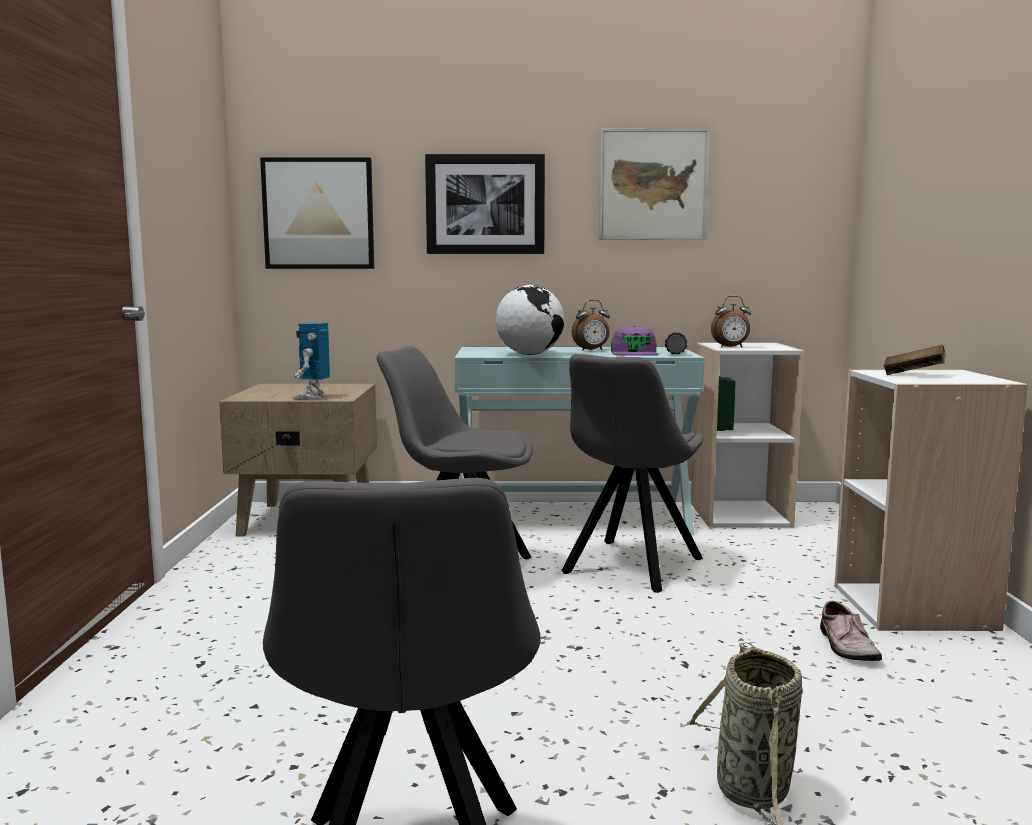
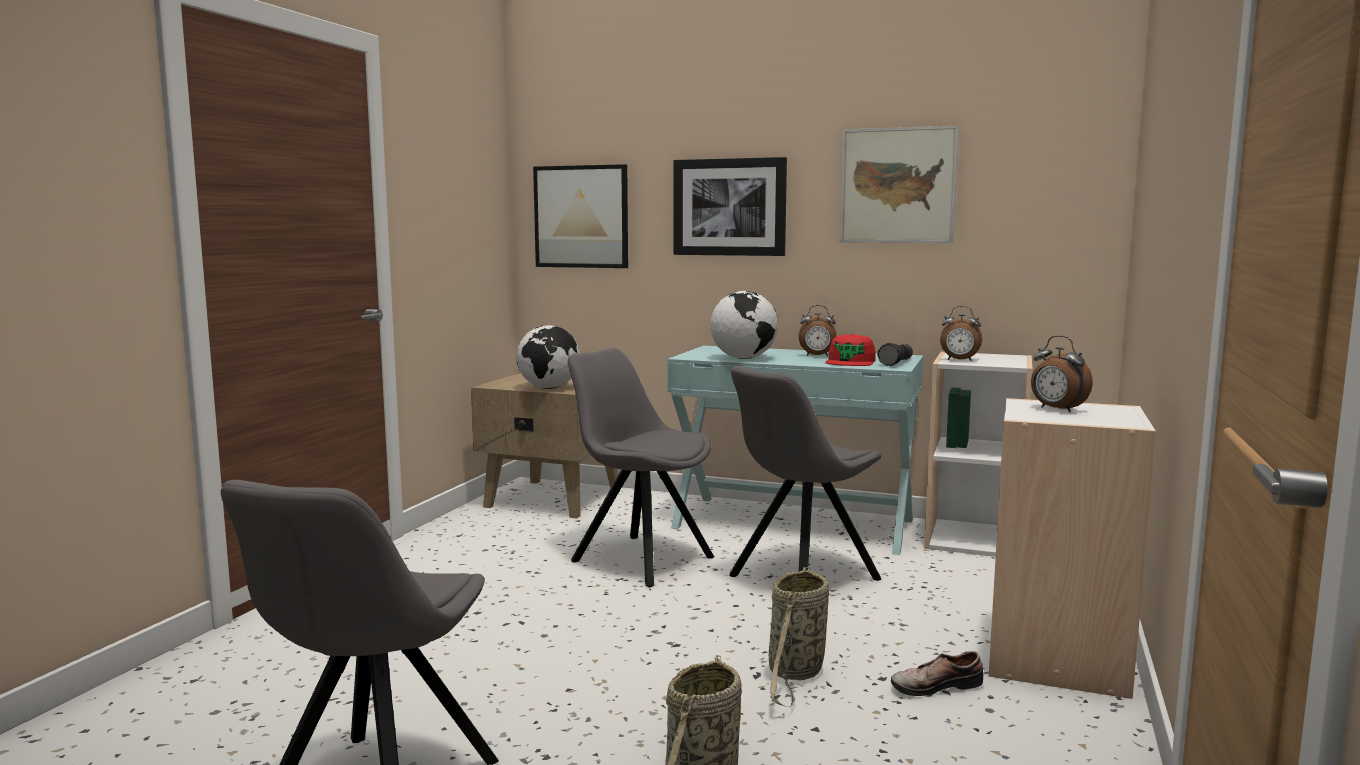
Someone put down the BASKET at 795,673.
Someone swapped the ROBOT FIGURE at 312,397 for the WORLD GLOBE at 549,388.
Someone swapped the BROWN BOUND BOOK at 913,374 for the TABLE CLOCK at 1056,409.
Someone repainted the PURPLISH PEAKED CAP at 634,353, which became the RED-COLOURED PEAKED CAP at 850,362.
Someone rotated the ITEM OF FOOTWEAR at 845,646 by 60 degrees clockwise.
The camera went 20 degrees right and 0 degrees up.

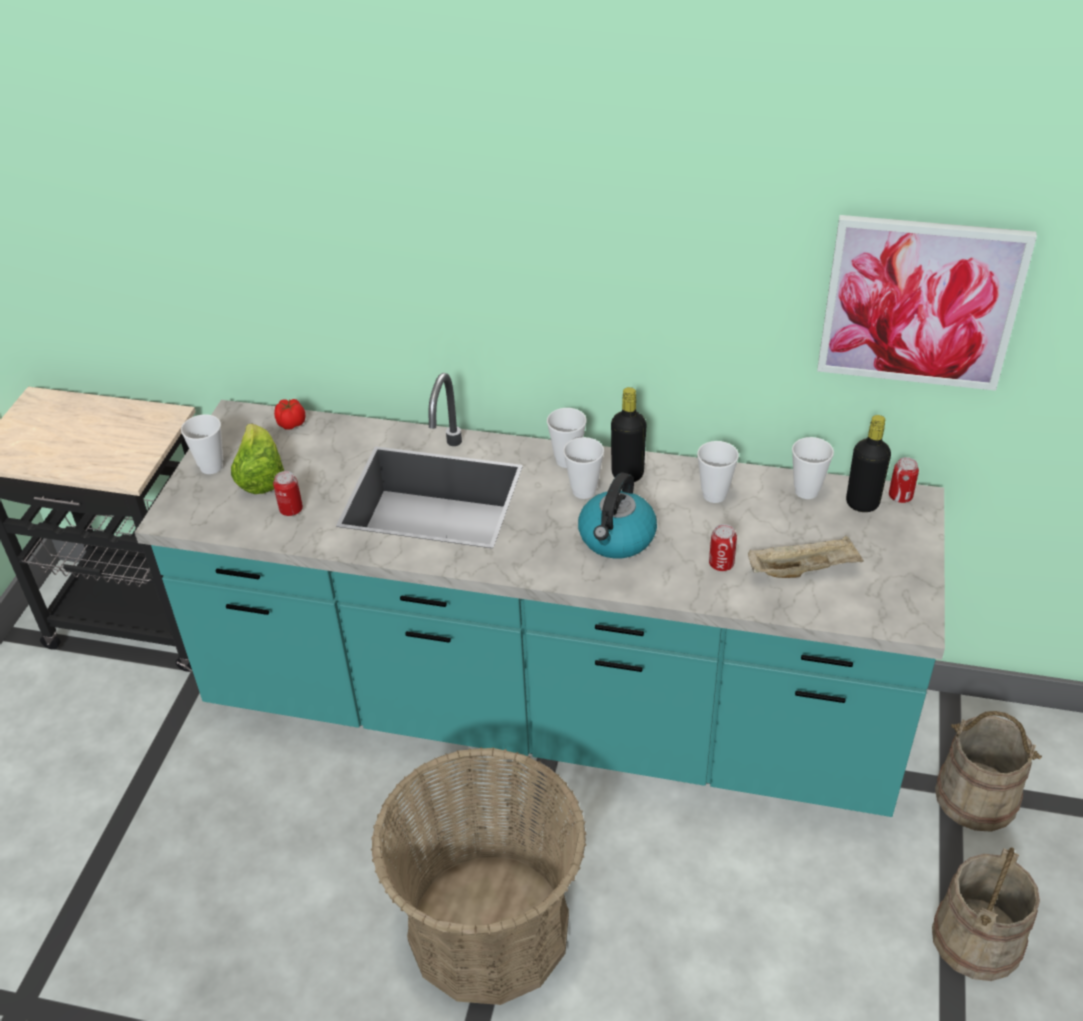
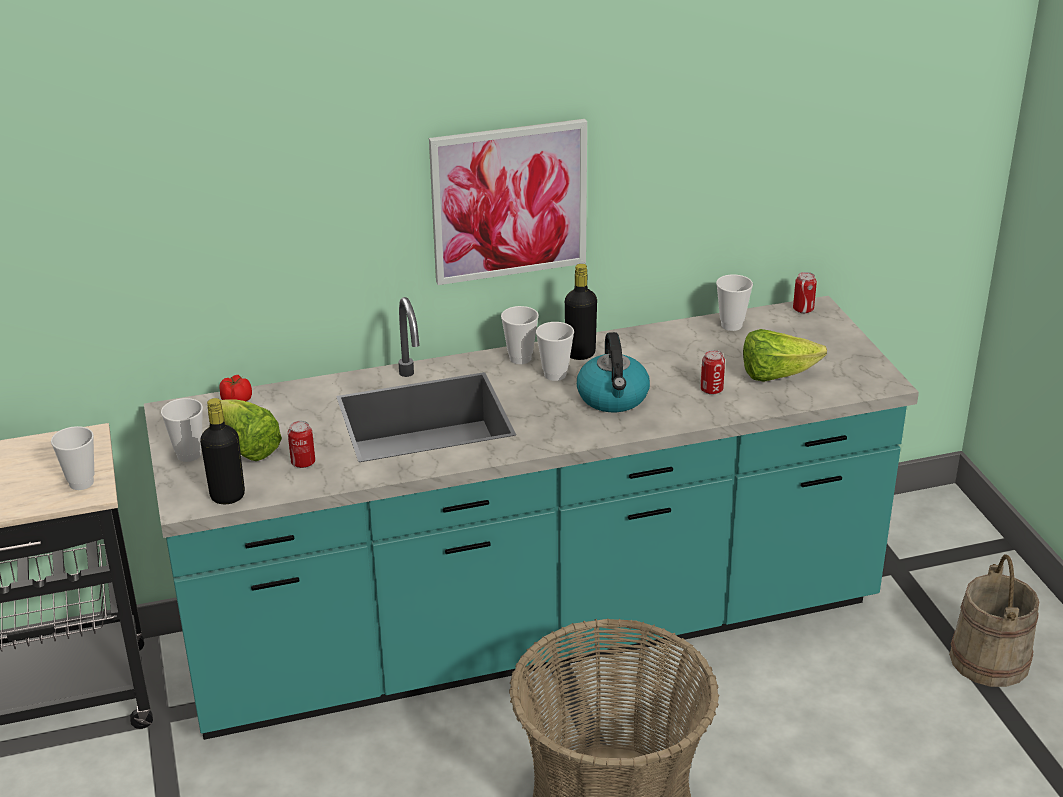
Someone took away the BEIGE-COLOURED BUCKET at 976,796.
Someone carried the CUP from 714,495 to 81,483.
Someone carried the WALL PICTURE from 920,303 to 509,201.
Someone carried the BLACKISH BOTTLE from 862,503 to 227,496.
Someone swapped the BEIGE-COLOURED TRAY at 803,570 for the LETTUCE HEAD at 776,375.
The camera went 30 degrees left and 10 degrees down.

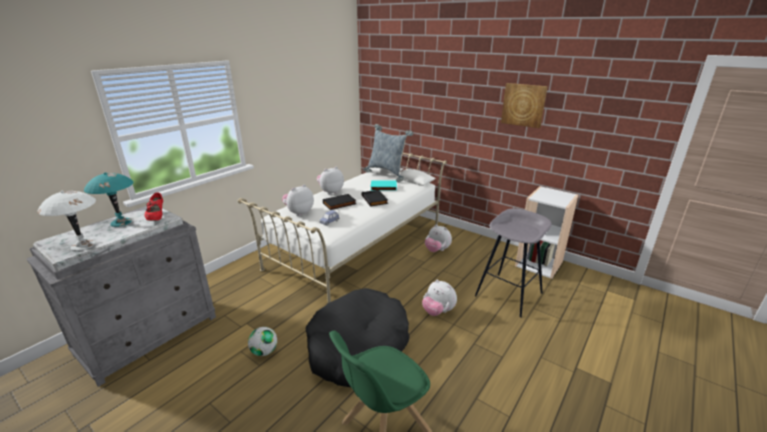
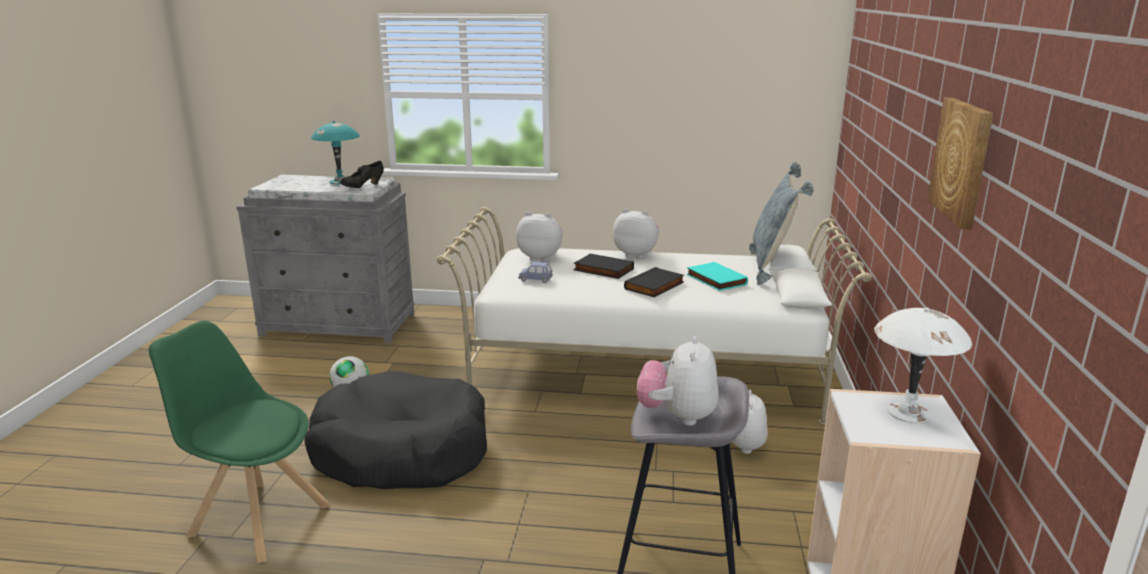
Someone carried the WHITE-COLOURED TABLE LAMP from 83,245 to 909,413.
Someone carried the SOFT TOY from 438,311 to 677,416.
Someone repainted the RED-COLOURED ITEM OF FOOTWEAR at 157,217, which became the BLACKISH ITEM OF FOOTWEAR at 363,186.
The camera went 60 degrees right and 5 degrees down.

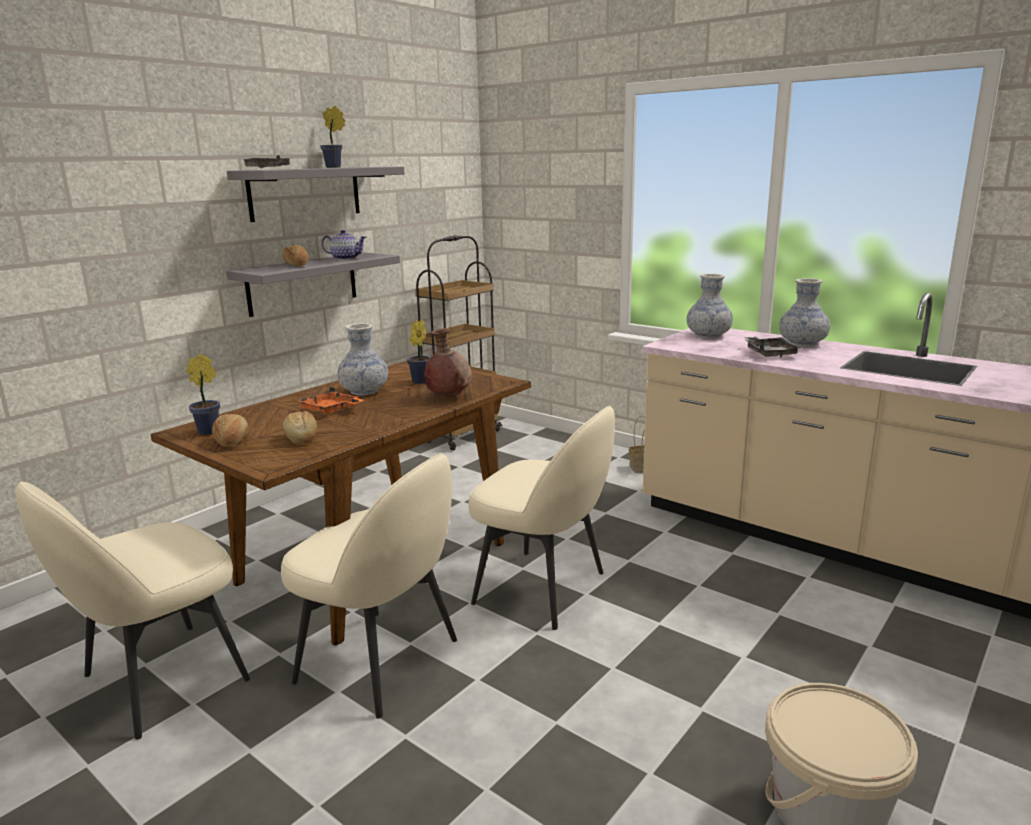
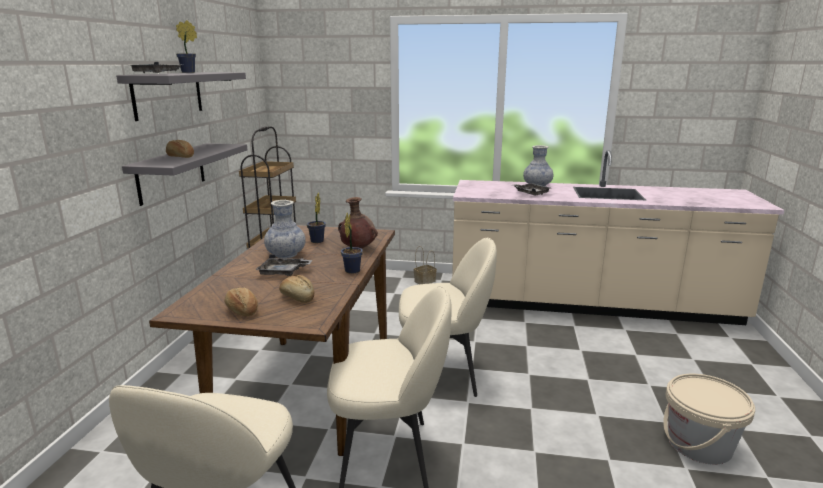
Someone took away the POT FOR TEA at 345,258.
Someone took away the DECORATIVE VASE at 708,336.
Someone carried the PLANT IN A POT from 211,431 to 353,270.
Someone repainted the ORANGE-COLOURED TRAY at 330,410, which became the GRAY TRAY at 283,272.
The camera went 30 degrees left and 0 degrees up.

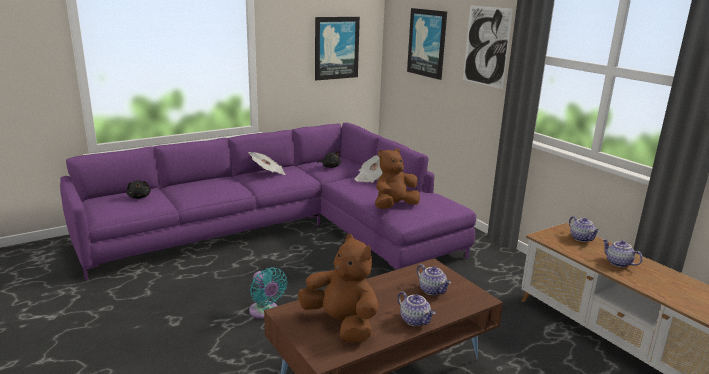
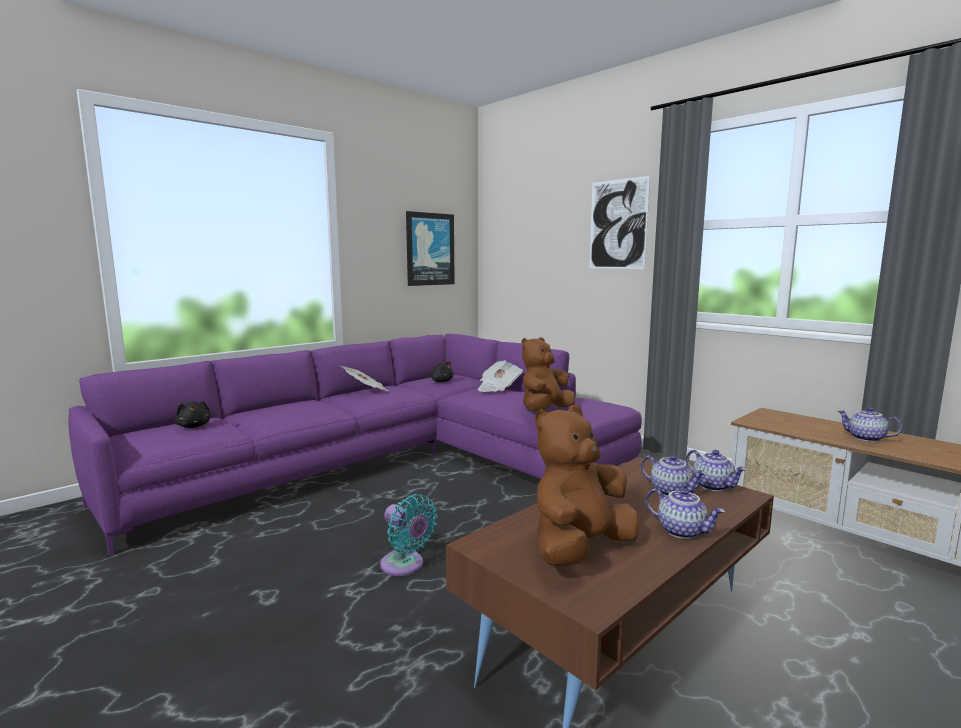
Someone took away the WALL PICTURE at 427,43.
Someone carried the POT FOR TEA from 582,238 to 713,486.
Someone rotated the BROWN SOFT TOY at 341,324 by 75 degrees counterclockwise.
The camera went 10 degrees left and 10 degrees down.

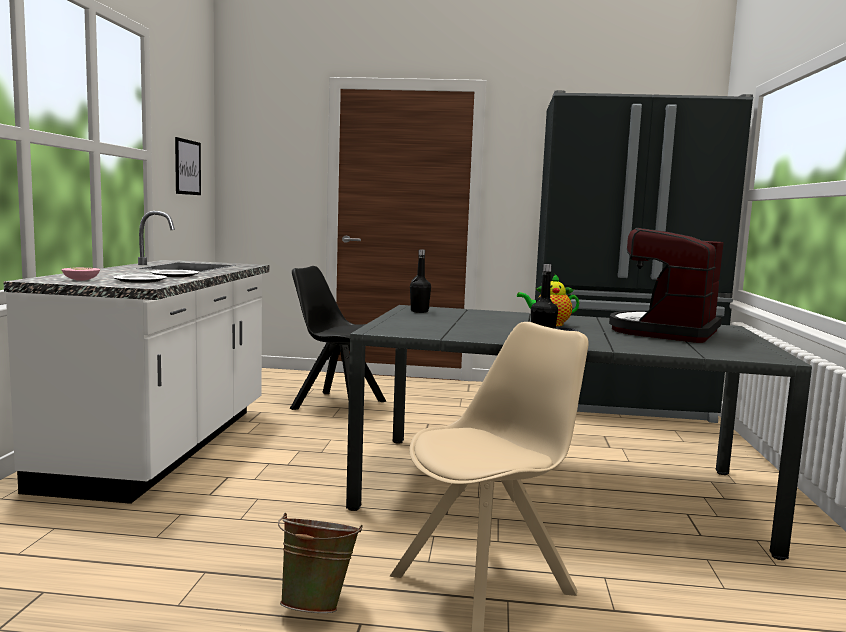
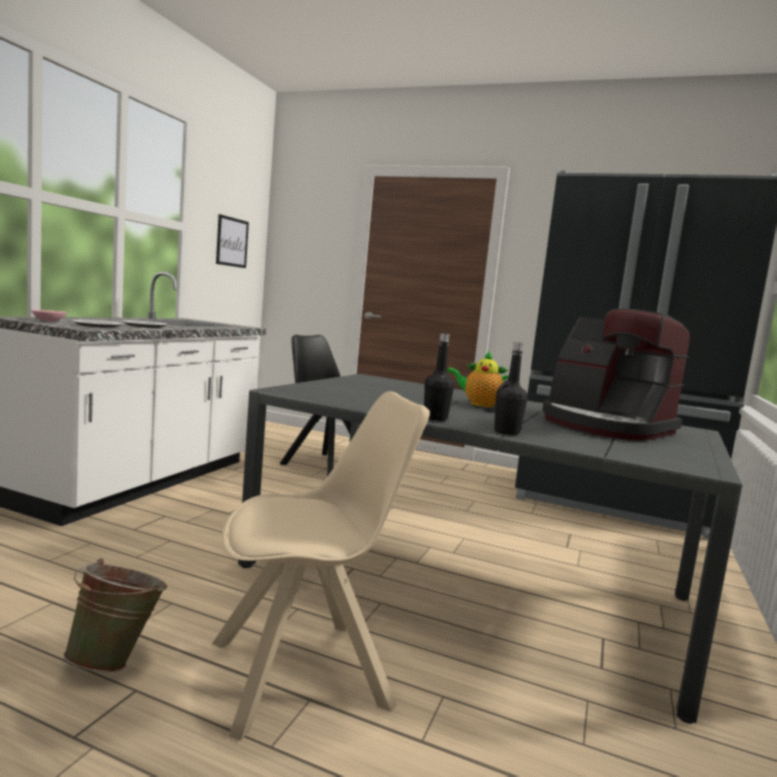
Someone carried the BLACKISH BOTTLE from 419,311 to 506,432.
Someone rotated the COFFEE MACHINE at 665,332 by 90 degrees counterclockwise.
The camera went 15 degrees right and 0 degrees up.

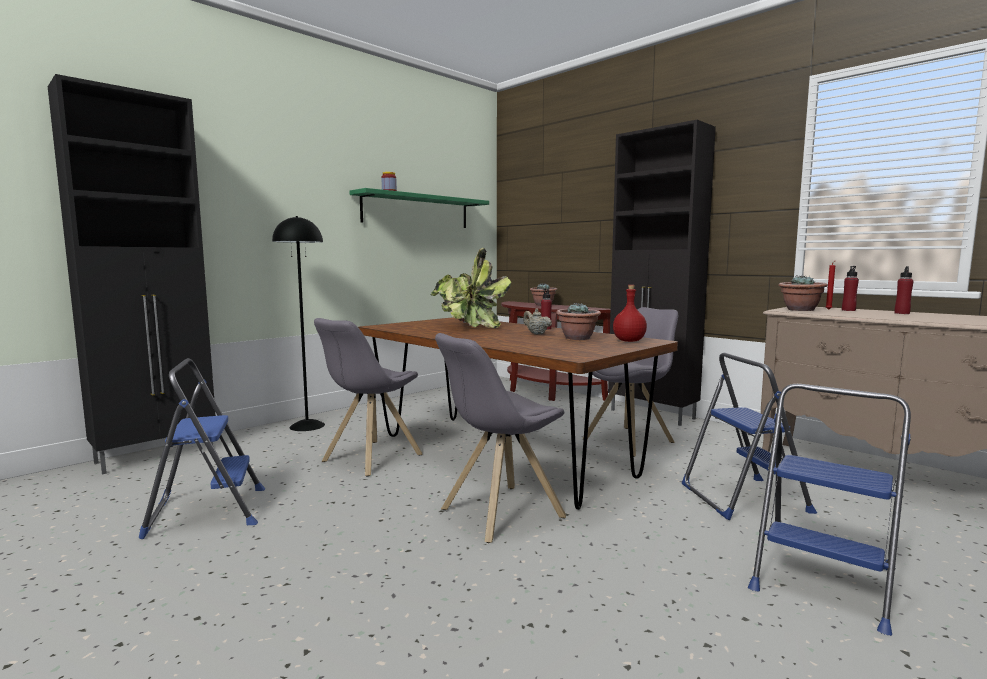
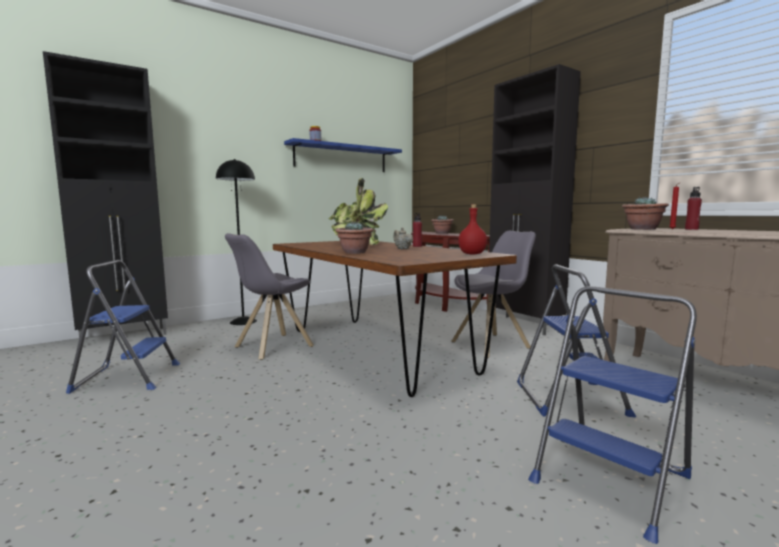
Someone took away the GRAY PLAIN CHAIR at 500,512.
Someone took away the RED-COLOURED BOTTLE at 902,313.
Someone carried the PLANT IN A POT from 578,338 to 355,252.
Someone repainted the GREEN BRACKET SHELF at 417,211, which became the BLUE BRACKET SHELF at 341,158.
The camera went 10 degrees right and 0 degrees up.

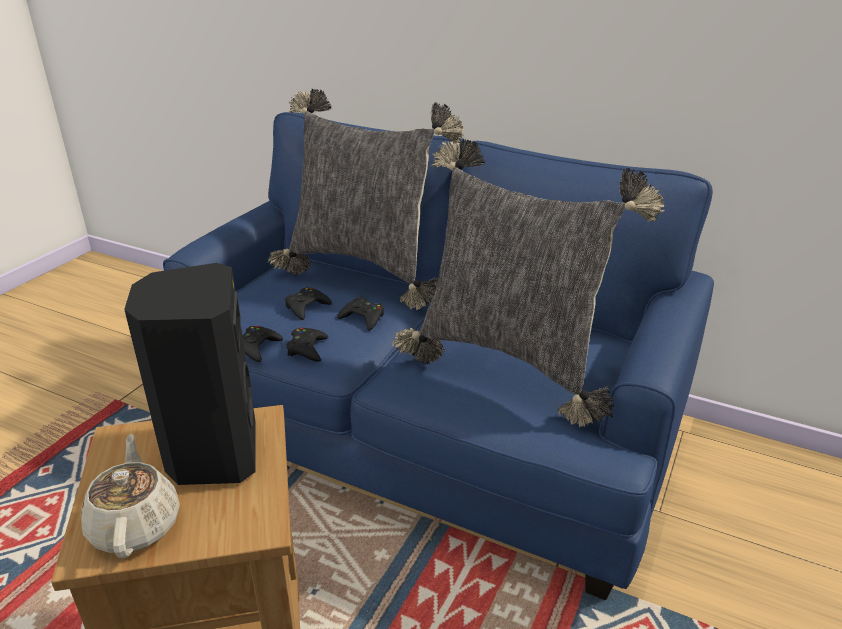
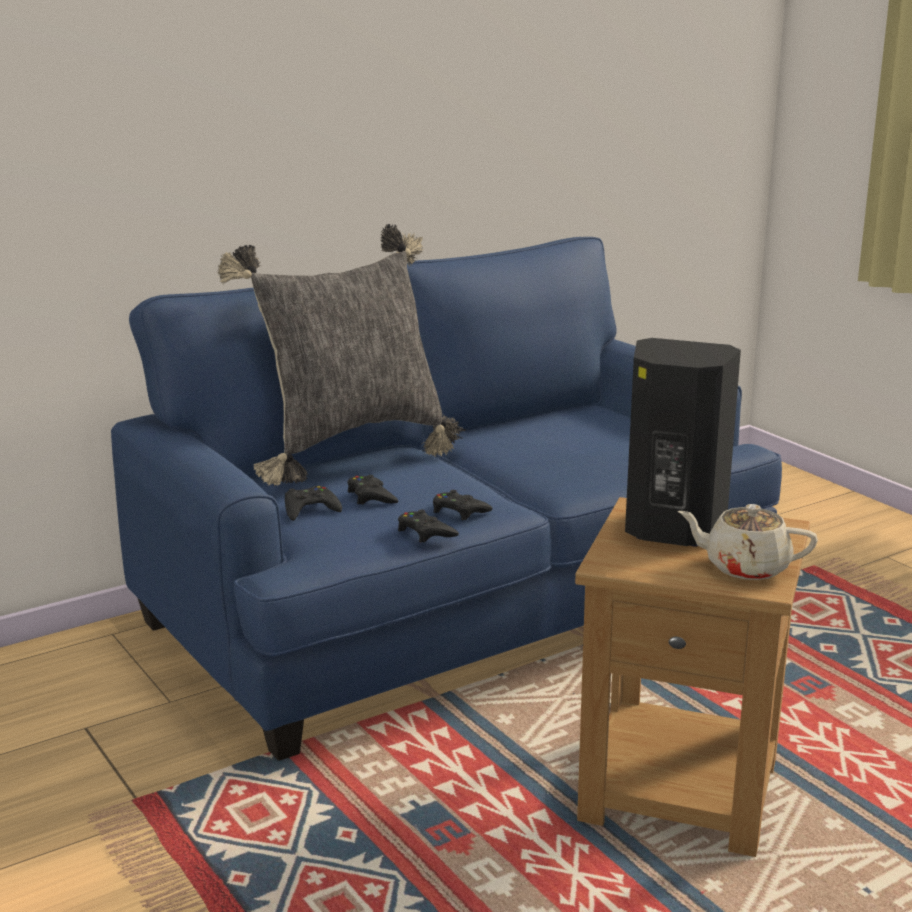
Someone took away the THROW PILLOW at 511,374.
Someone carried the BLACKISH GAMEPAD from 363,318 to 310,509.
The camera went 60 degrees left and 10 degrees down.

